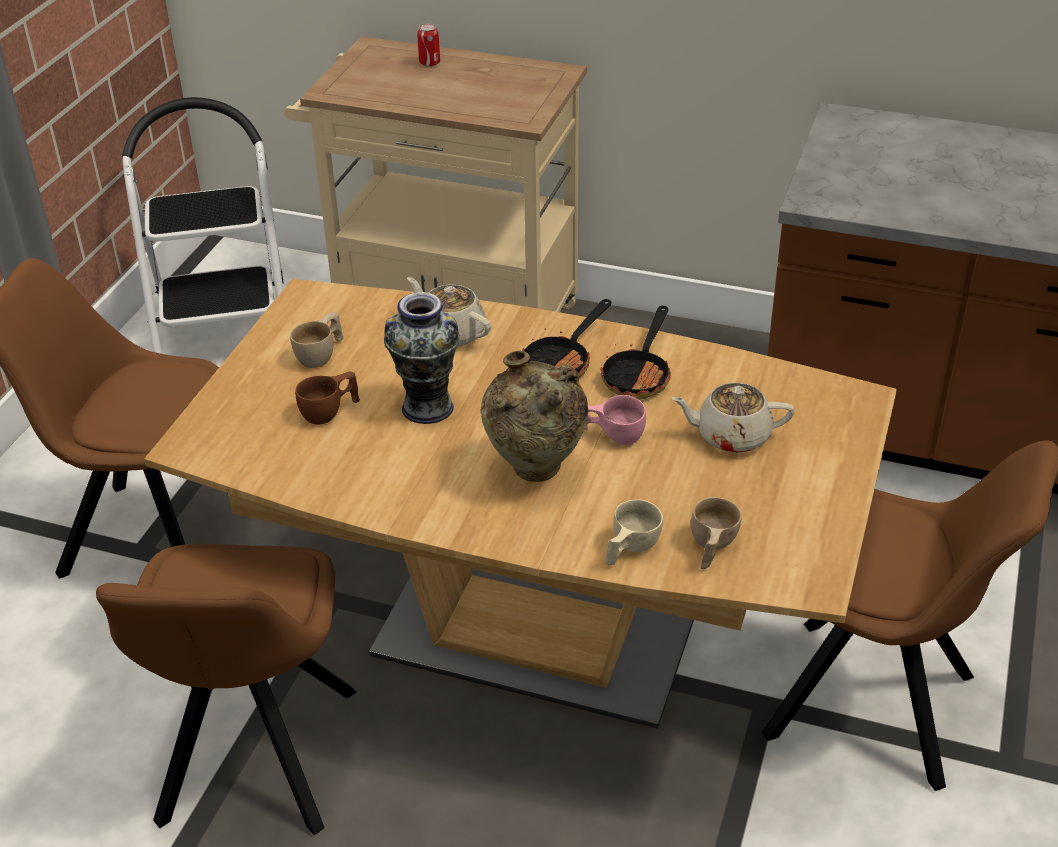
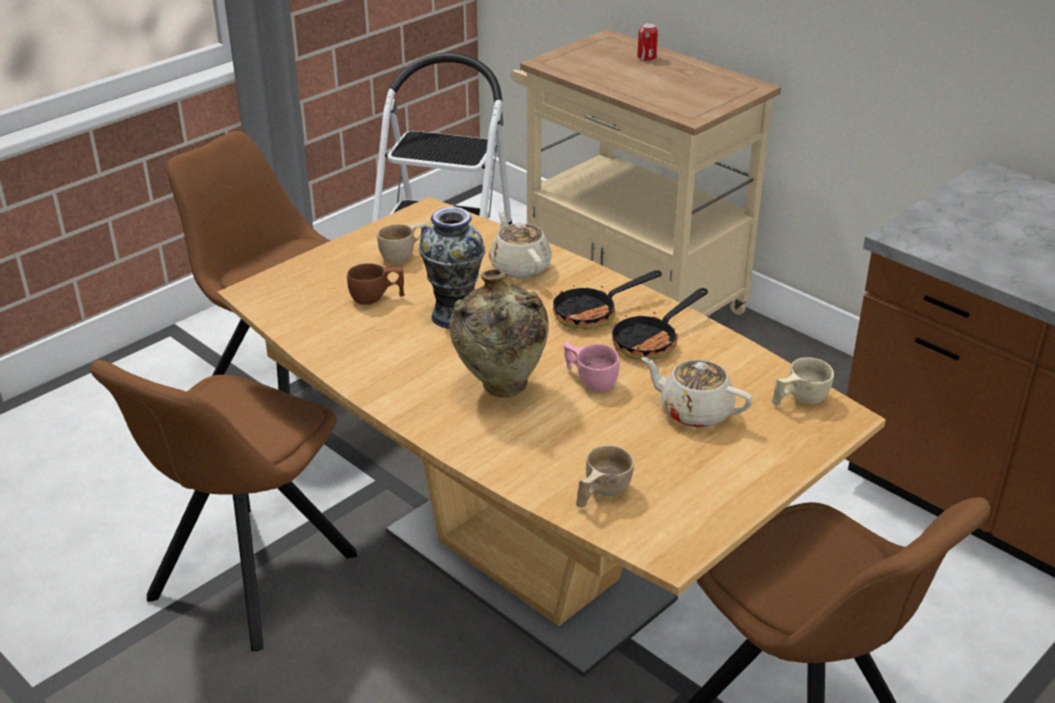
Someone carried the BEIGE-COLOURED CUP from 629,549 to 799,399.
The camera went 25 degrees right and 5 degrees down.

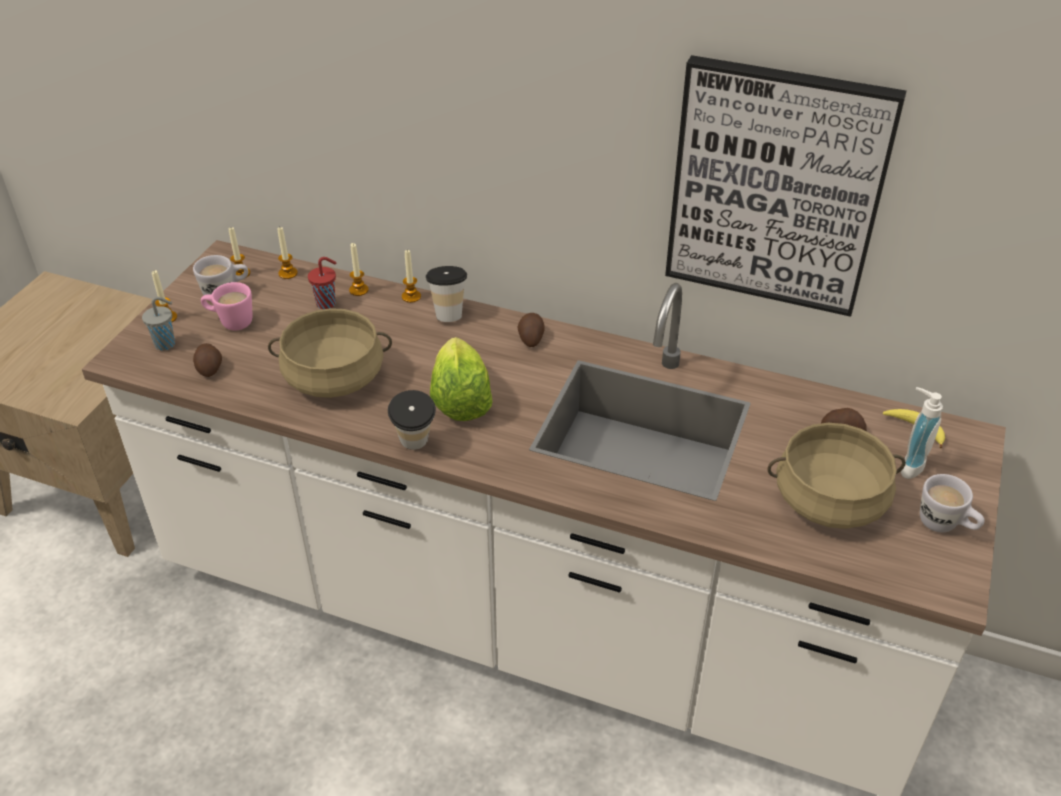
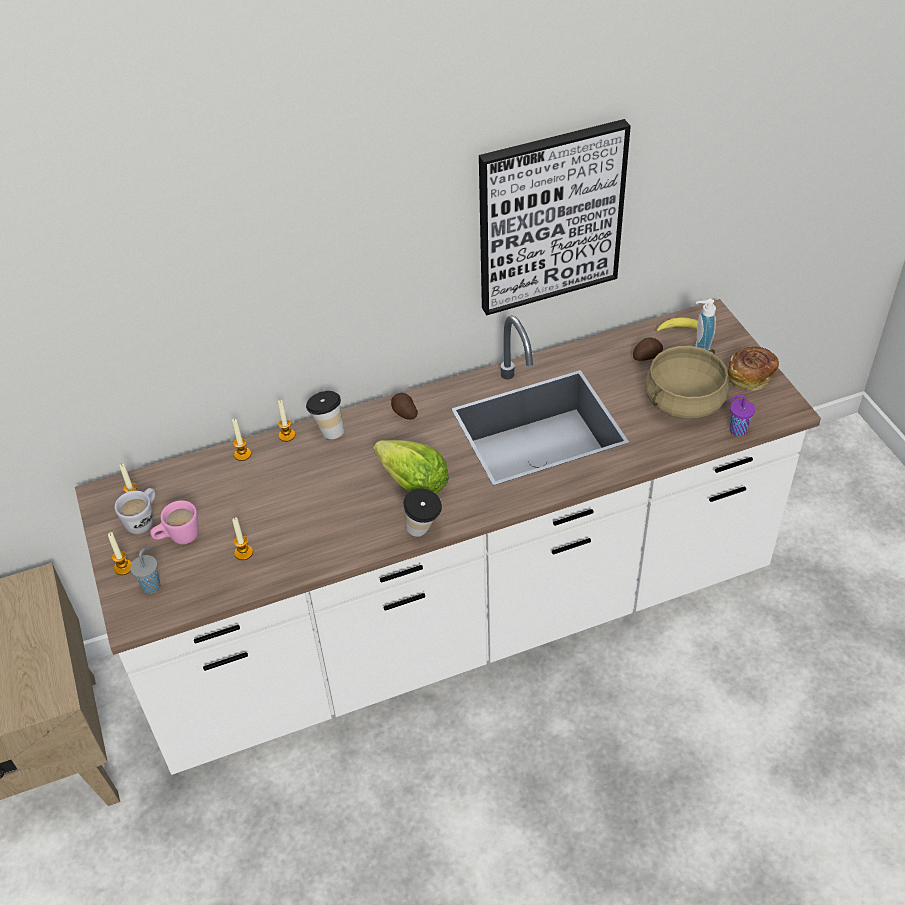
Someone took away the WHOLE POTATO at 210,368.
Someone took away the BEIGE-COLOURED STOCKPOT at 334,377.
Someone took away the RED-COLOURED CUP at 327,303.
Someone put down the PURPLISH CUP at 736,430.
Someone carried the CANDLE from 288,273 to 243,553.
Someone swapped the WHITE-COLOURED TEA MUG at 945,526 for the BAKERY BREAD at 750,376.
The camera went 40 degrees left and 5 degrees up.

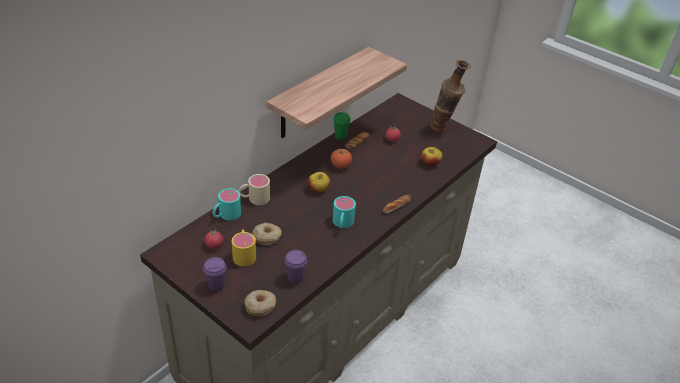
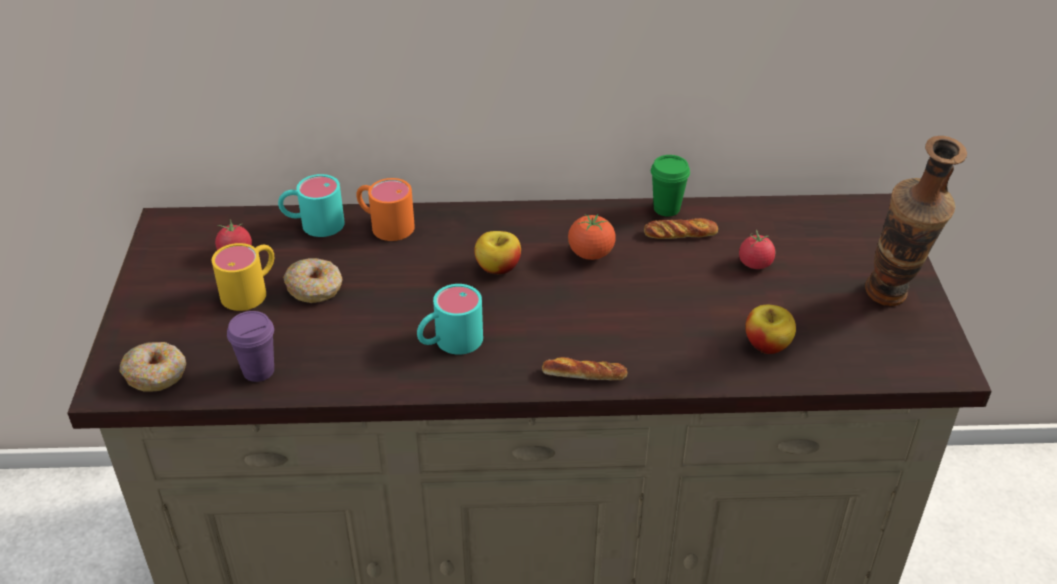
Someone took away the PURPLISH CUP at 216,285.
Someone took away the BRACKET SHELF at 319,94.
Someone repainted the BEIGE-COLOURED TEA MUG at 254,199, which became the ORANGE-COLOURED TEA MUG at 384,224.
The camera went 50 degrees right and 0 degrees up.

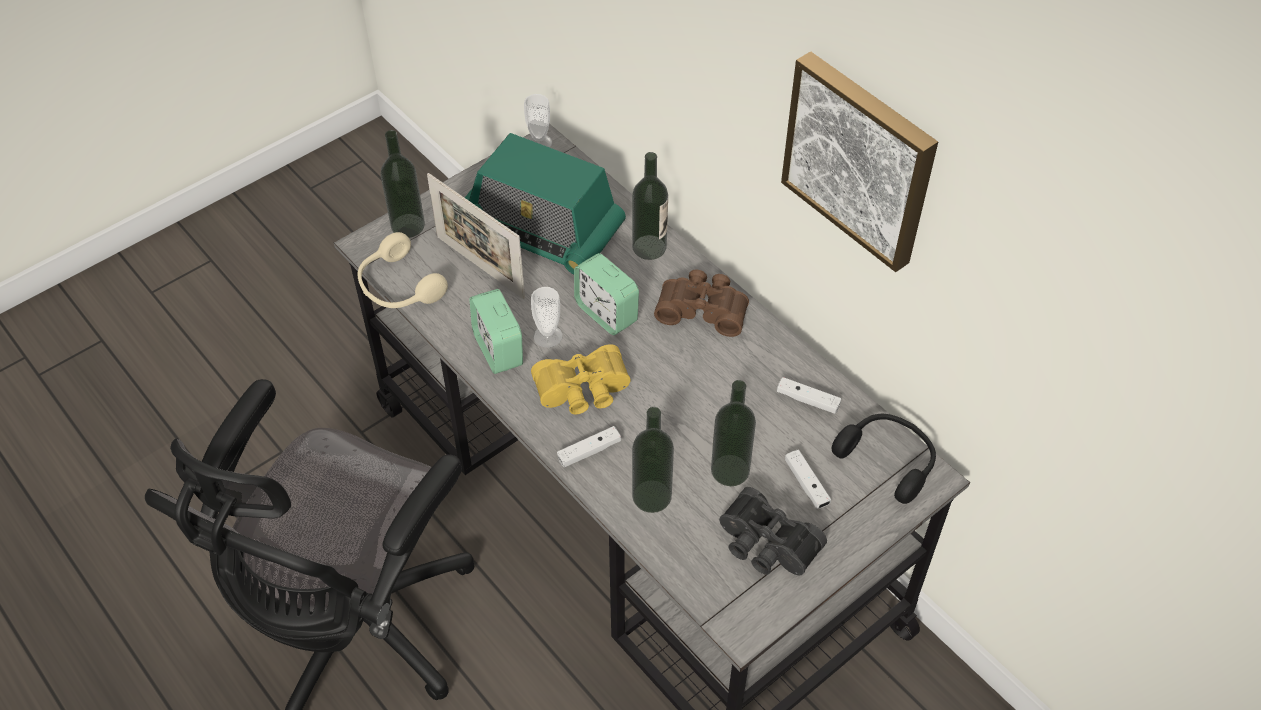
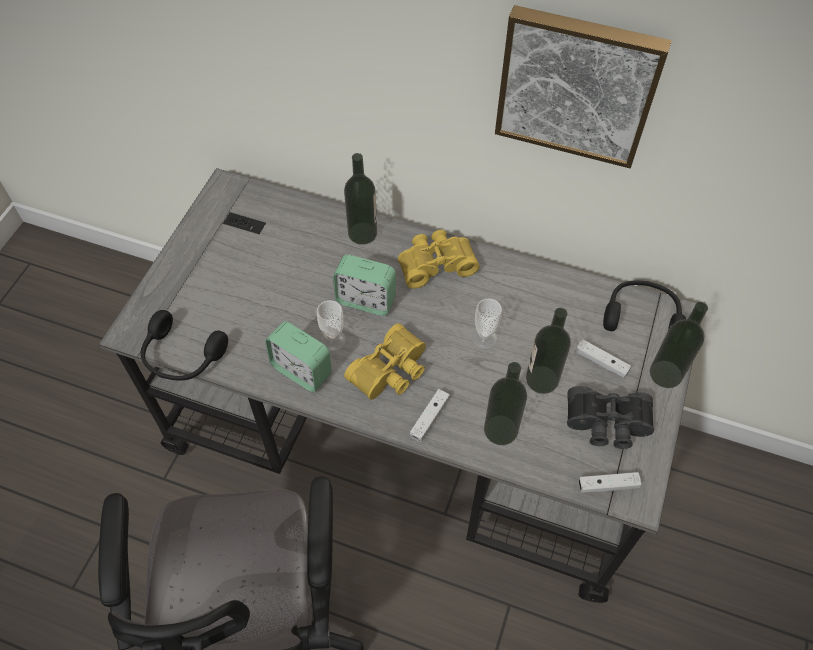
Someone took away the STANDING FRAME at 480,267.
Someone took away the RADIO at 540,228.
Someone carried the BOTTLE from 408,225 to 665,374.
Someone carried the CUP from 539,143 to 484,338.
Someone carried the WHITE-COLOURED GAMEPAD from 807,400 to 608,485.
Someone repainted the BEIGE-COLOURED PAIR OF HEADPHONES at 398,287, which became the BLACKISH PAIR OF HEADPHONES at 181,357.
Someone repainted the BROWN BINOCULARS at 703,309, which became the YELLOW-COLOURED BINOCULARS at 435,263.
The camera went 30 degrees left and 5 degrees up.

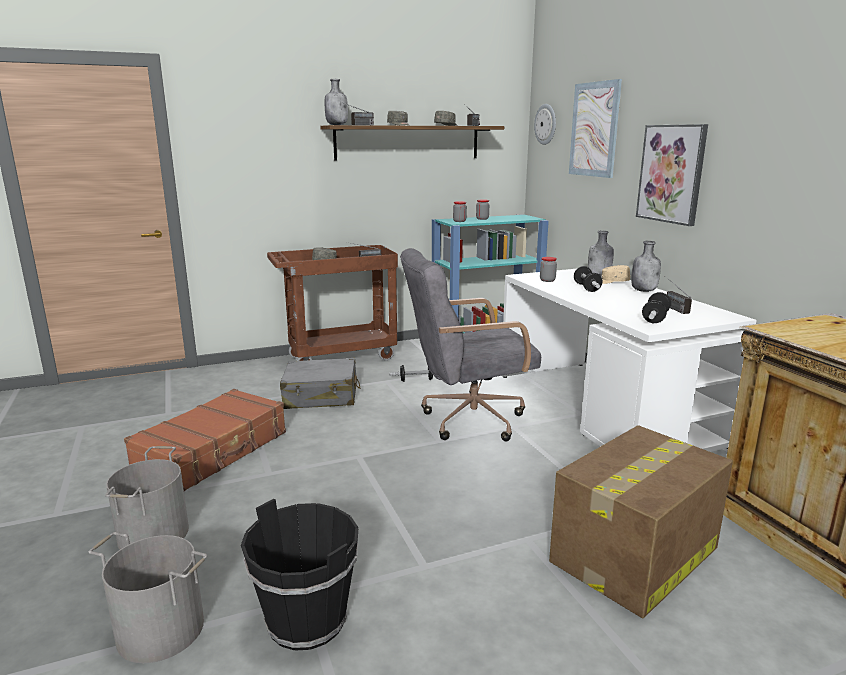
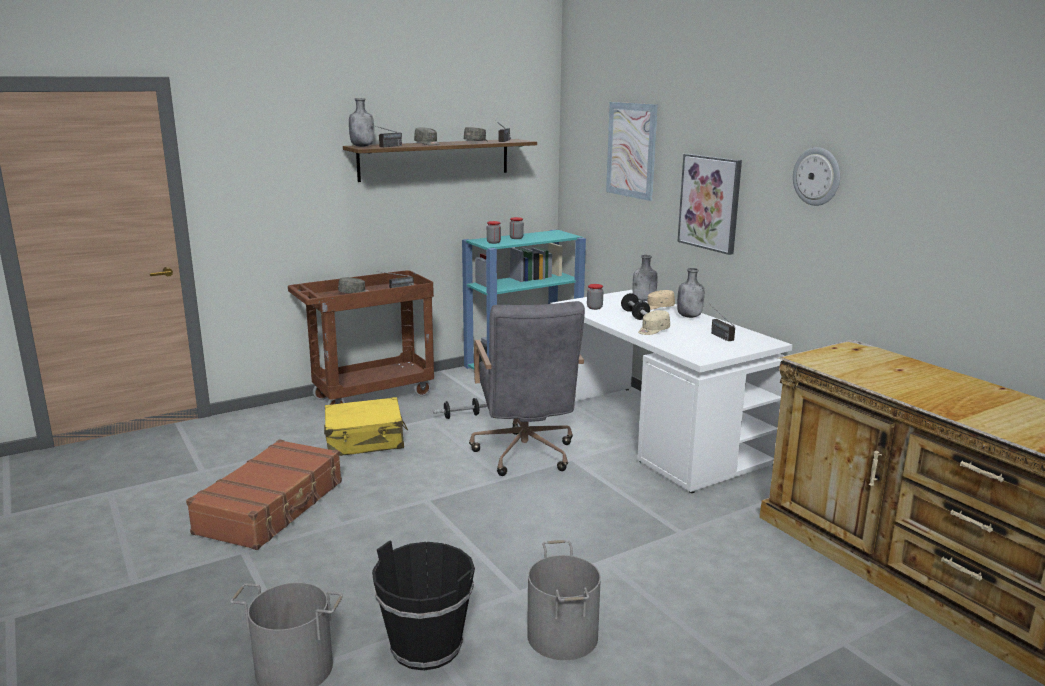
Someone took away the CARDBOARD BOX at 633,556.
Someone took away the HAND WEIGHT at 655,318.
Someone put down the BEIGE-COLOURED PEAKED CAP at 653,330.
Someone carried the GRAY BUCKET from 152,534 to 561,636.
Someone carried the HANGING CLOCK from 546,124 to 817,176.
Someone repainted the GRAY TRAVEL CASE at 321,396, which became the YELLOW-COLOURED TRAVEL CASE at 365,440.
Someone rotated the GRAY OFFICE CHAIR at 467,422 by 75 degrees counterclockwise.
The camera went 10 degrees left and 0 degrees up.

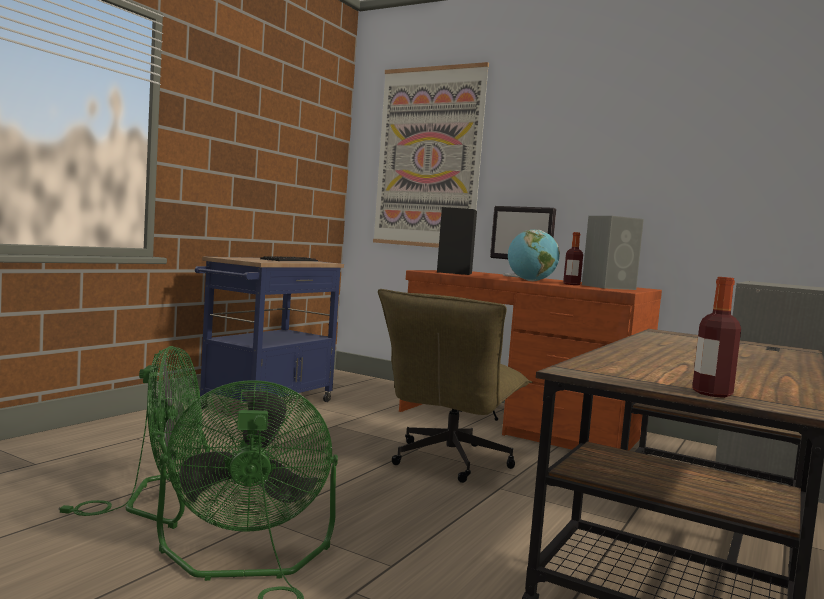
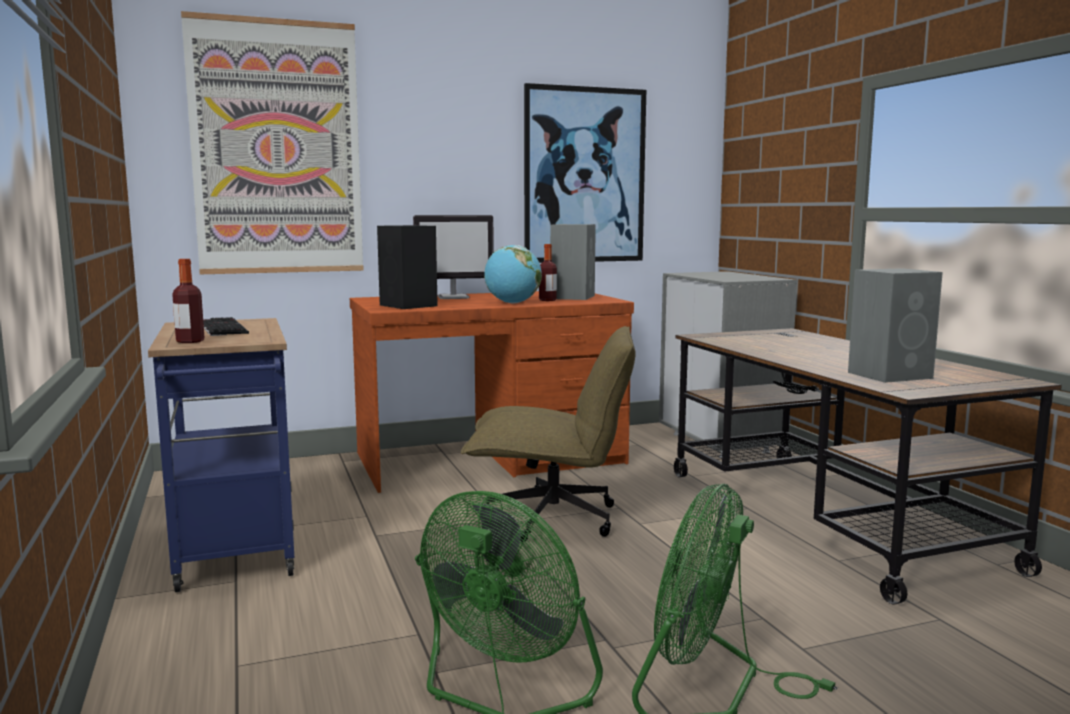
Someone put up the WALL PICTURE at 584,175.
Someone put down the GRAY AUDIO SPEAKER at 891,375.
Someone carried the BOTTLE from 712,393 to 190,341.
Someone rotated the BEIGE-COLOURED OFFICE CHAIR at 451,459 by 60 degrees counterclockwise.
The camera went 50 degrees left and 5 degrees up.

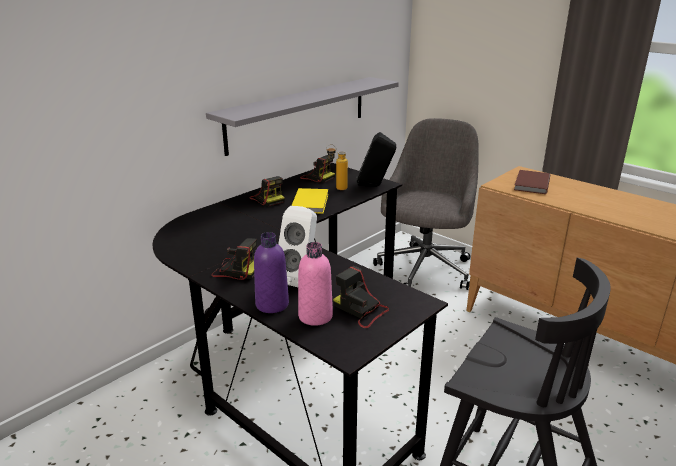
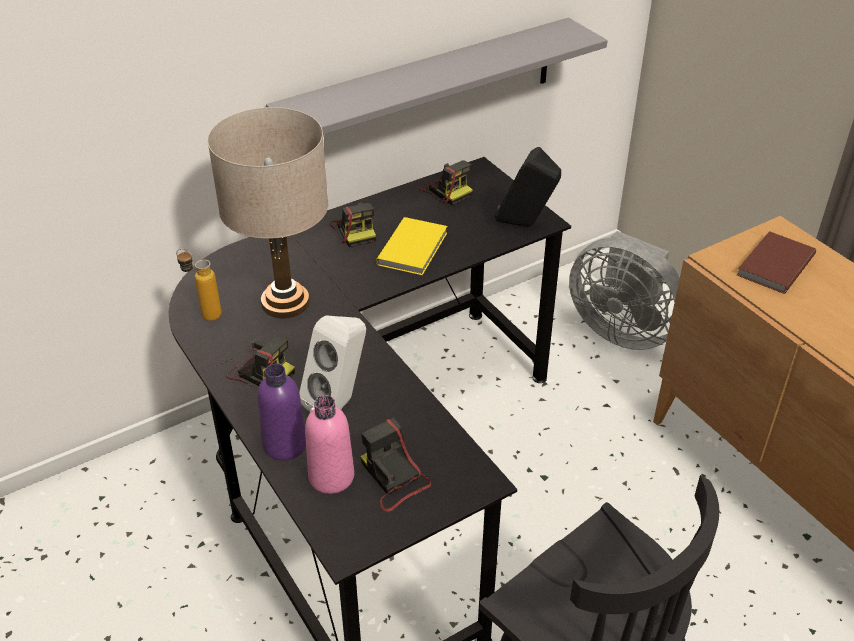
Someone put down the BEIGE-COLOURED TABLE LAMP at 285,302.
Someone carried the BOTTLE from 337,188 to 204,314.
Someone swapped the GRAY OFFICE CHAIR at 425,269 for the GRAY COOLING FAN at 622,329.
The camera went 15 degrees right and 15 degrees up.

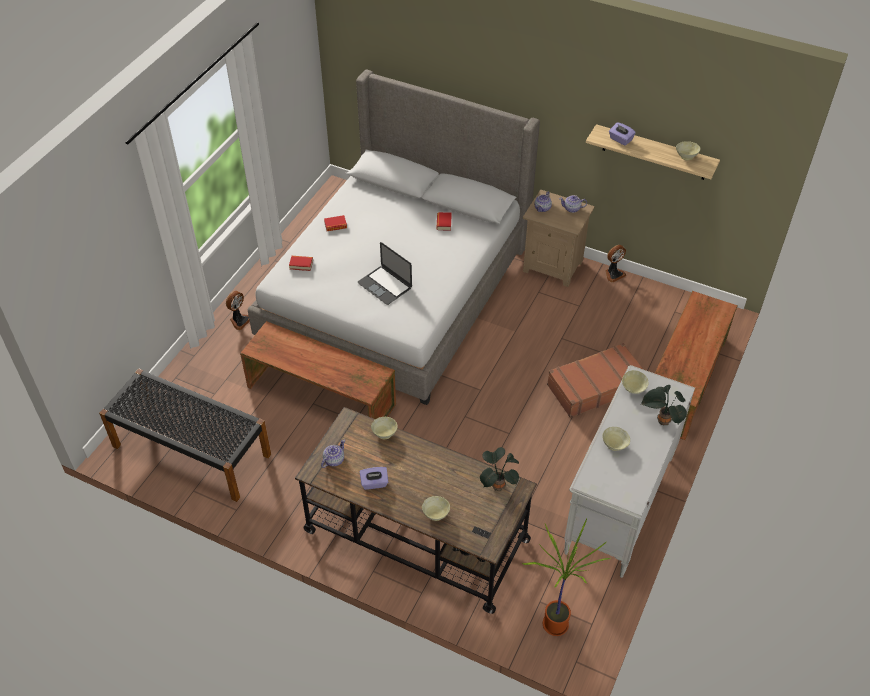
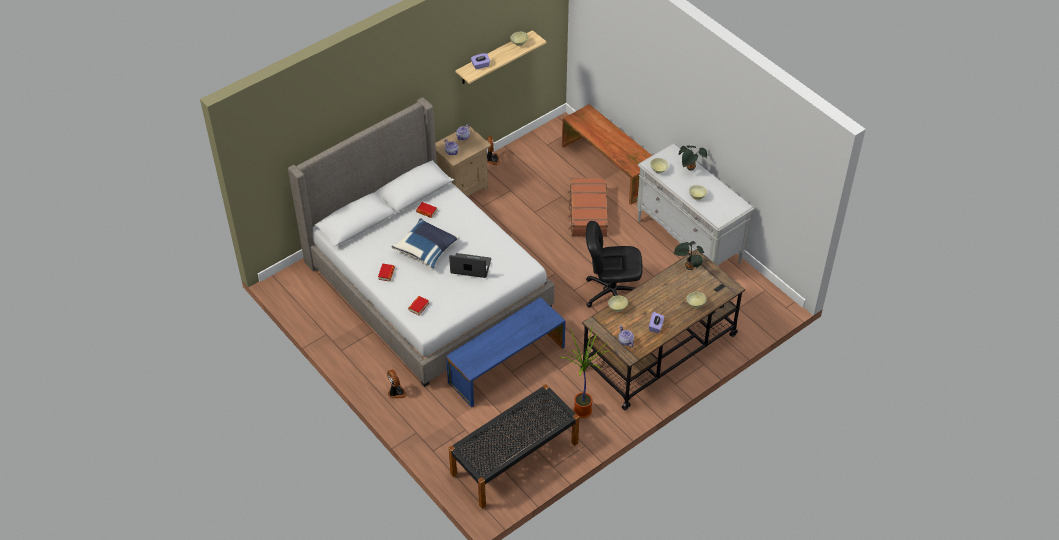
Someone put down the BLUE THROW PILLOW at 426,249.
Someone put down the BLACKISH OFFICE CHAIR at 611,293.
Someone carried the PLANT IN A POT from 553,624 to 582,412.
Someone repainted the BROWN LONG SEAT at 322,395, which became the BLUE LONG SEAT at 506,363.
Someone rotated the NOTEBOOK COMPUTER at 385,285 by 150 degrees counterclockwise.
The camera went 65 degrees left and 0 degrees up.

